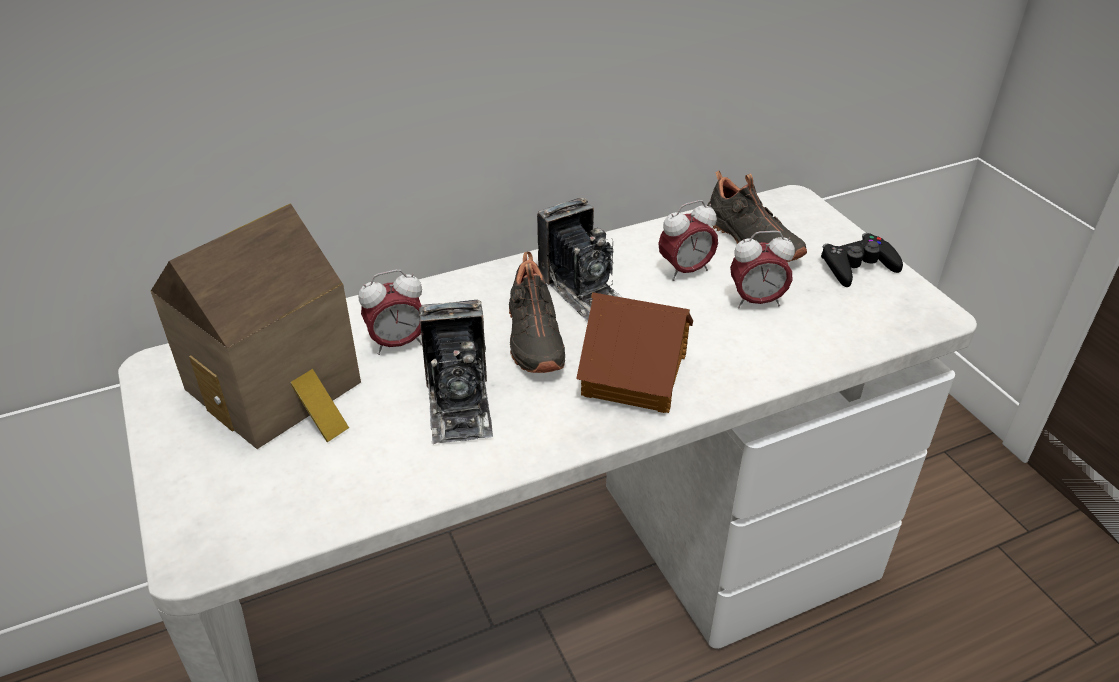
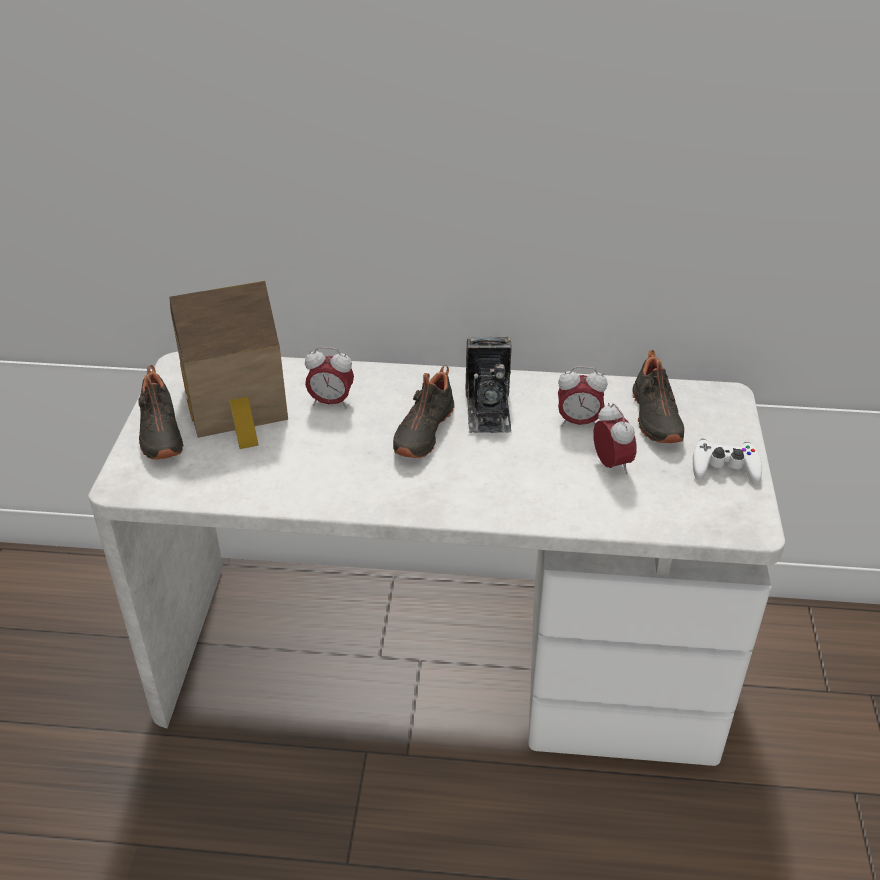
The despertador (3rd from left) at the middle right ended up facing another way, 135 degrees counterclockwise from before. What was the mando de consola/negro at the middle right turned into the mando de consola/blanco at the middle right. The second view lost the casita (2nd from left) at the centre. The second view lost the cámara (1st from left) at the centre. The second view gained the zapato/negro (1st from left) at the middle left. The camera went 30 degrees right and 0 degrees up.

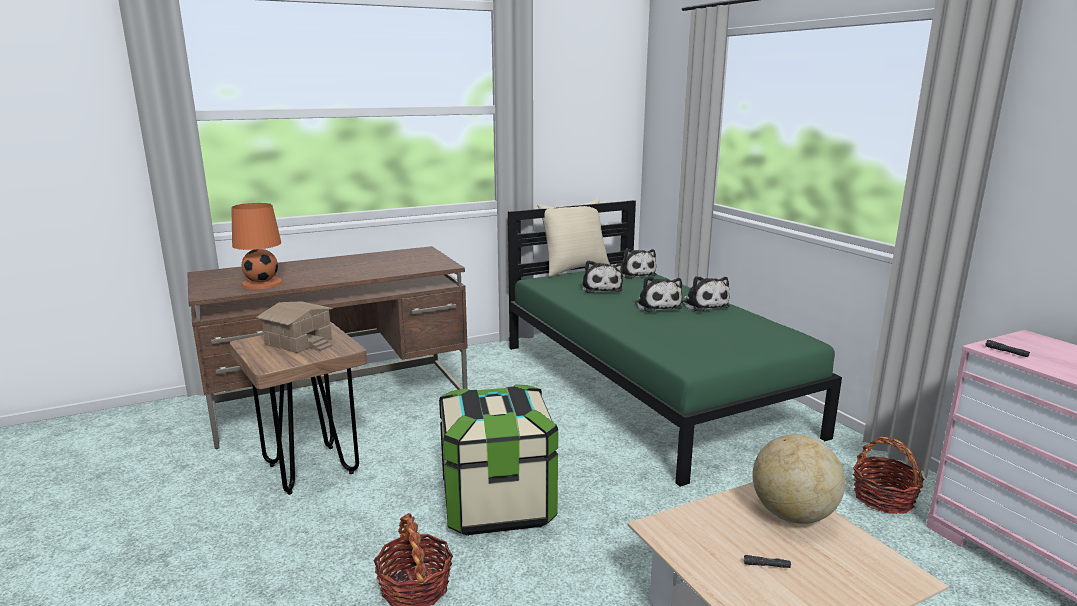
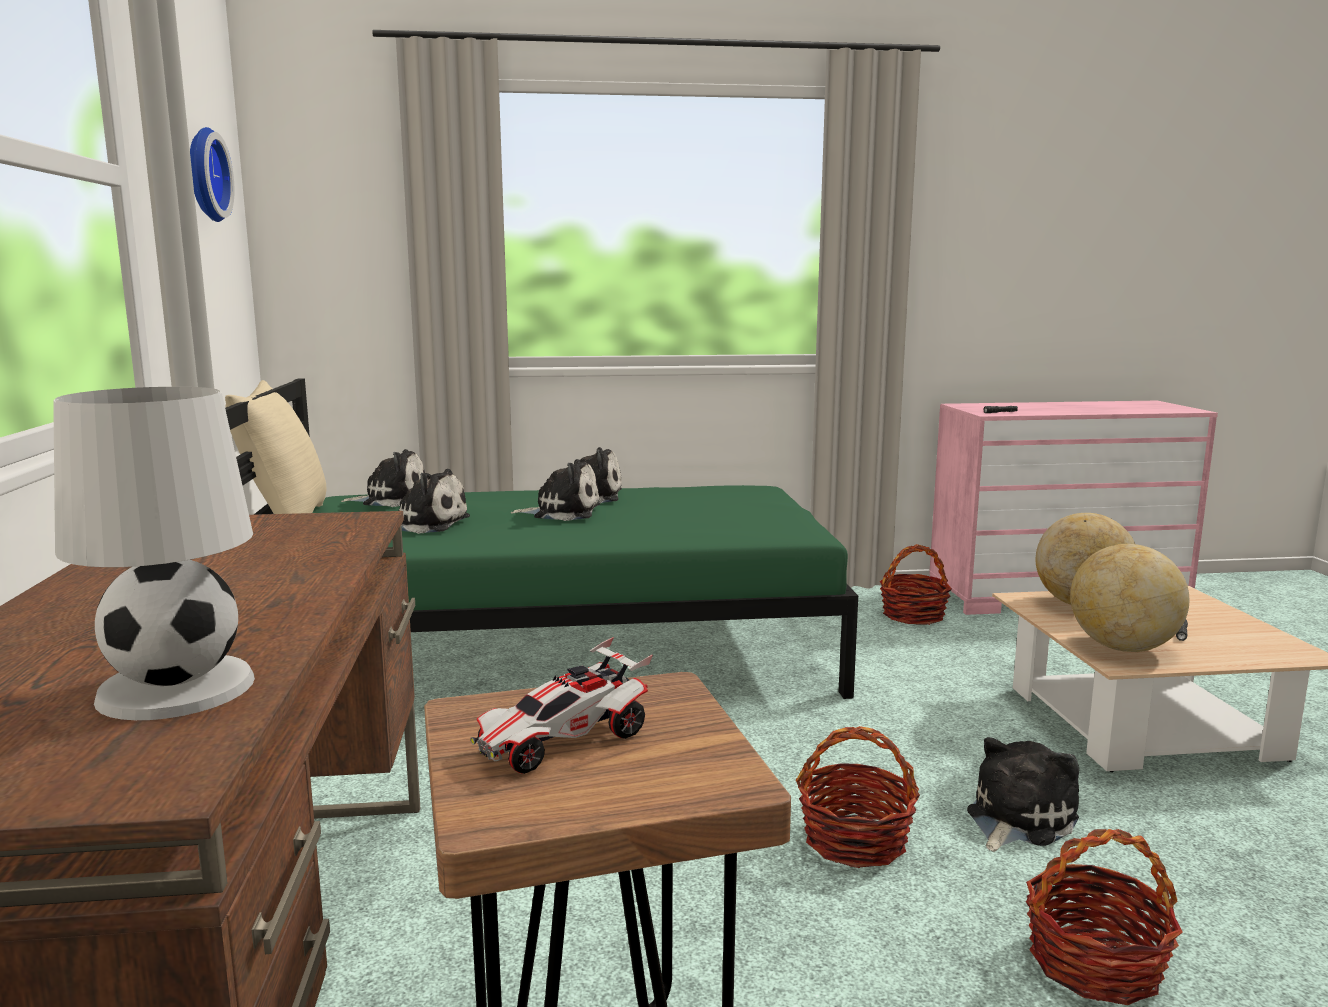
What was the lámpara de mesa/naranja at the middle left turned into the lámpara de mesa/blanco at the middle left. Where the casita stood at the middle left, the coche de juguete came to stand at the bottom centre. Where the caja de almacenaje stood at the bottom centre, the cesta (1st from left) came to stand at the bottom centre. The second view gained the reloj de pared at the top left. The second view gained the globo terráqueo (2nd from left) at the middle right. The second view gained the peluche (5th from left) at the bottom right. The camera went 70 degrees left and 5 degrees down.

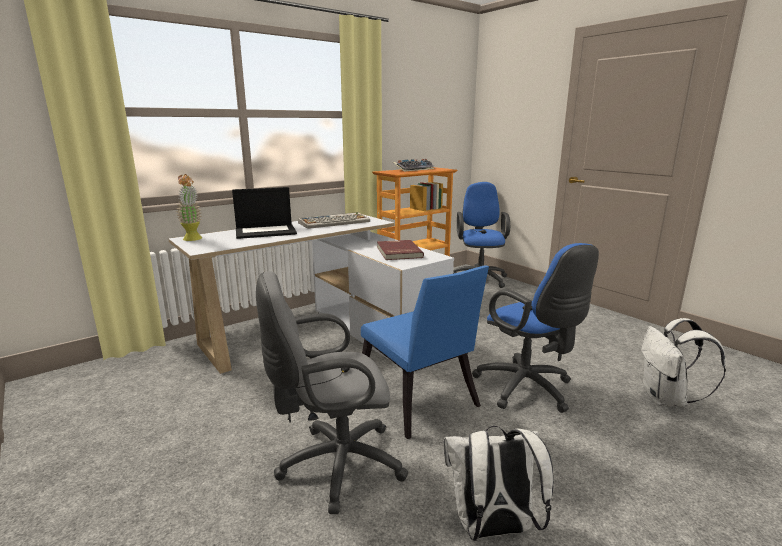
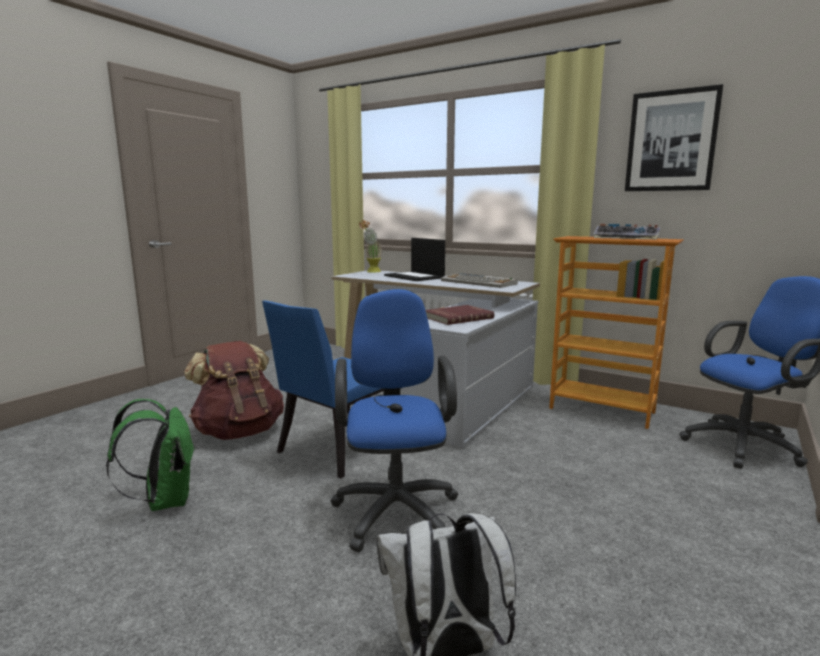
The silla de oficina/azul (2nd from left in the first image) at the middle right ended up facing another way, 135 degrees clockwise from before. Where the silla de oficina/gris stood at the bottom centre, the mochila/marrón came to stand at the middle left. What was the mochila/blanco (1st from left) at the bottom centre turned into the mochila/verde at the bottom left. The second view gained the cuadro at the top right. The camera went 70 degrees right and 5 degrees down.

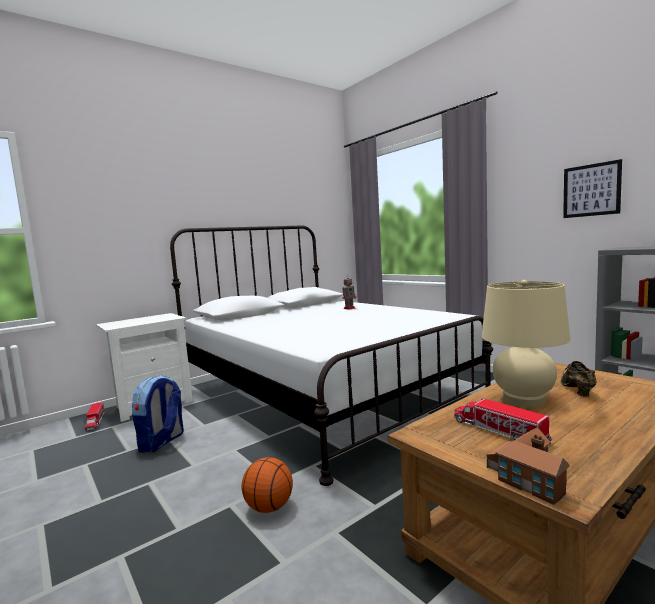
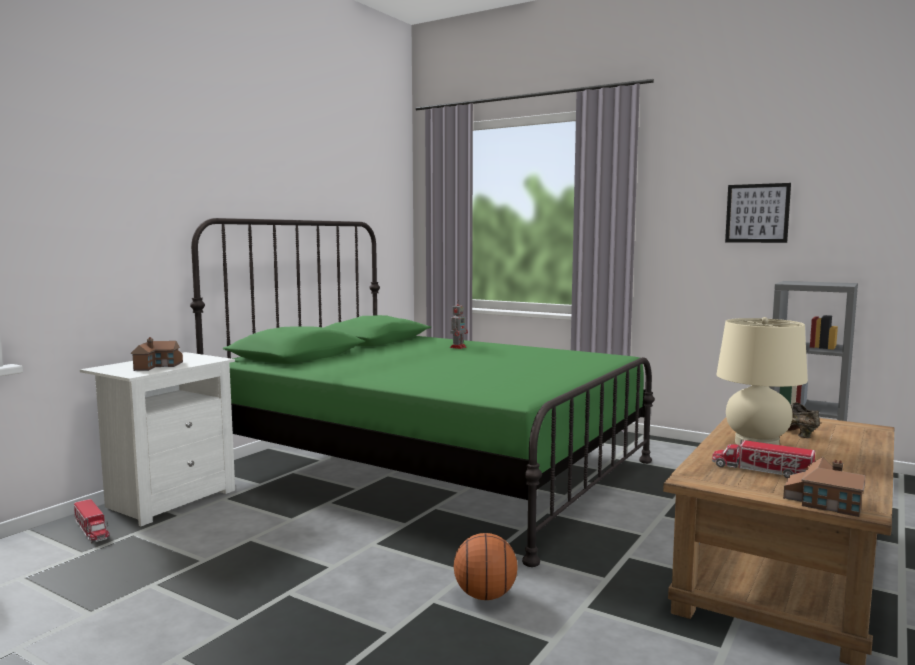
What was the cama/blanco at the centre turned into the cama/verde at the centre. The second view lost the mochila at the bottom left. The second view gained the casita (1st from left) at the middle left. The camera went 20 degrees left and 0 degrees up.

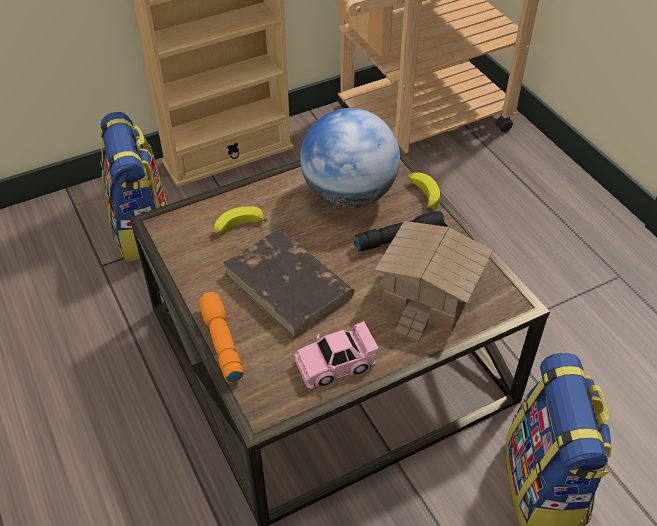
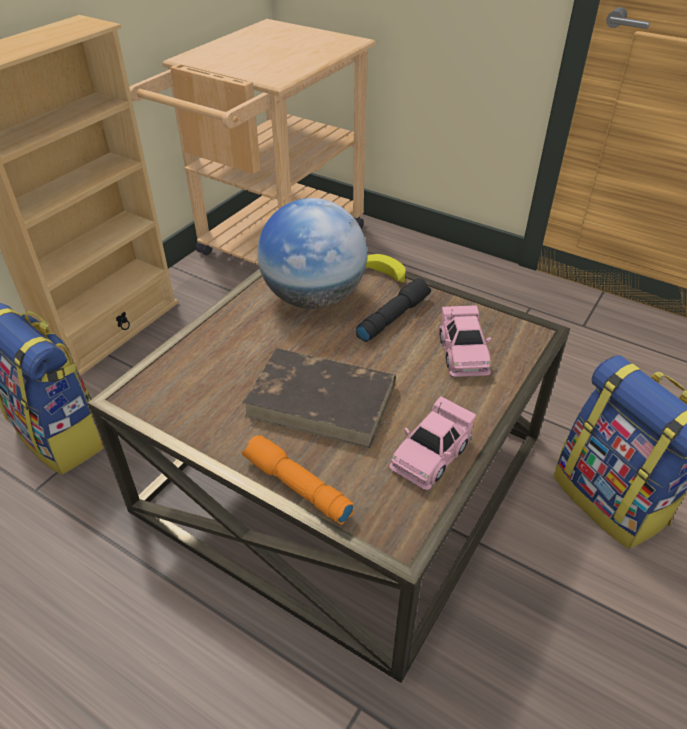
The second view lost the plátano (1st from left) at the centre. Where the casita stood at the centre, the coche de juguete/rosa (2nd from left) came to stand at the middle right. The camera went 30 degrees left and 5 degrees down.

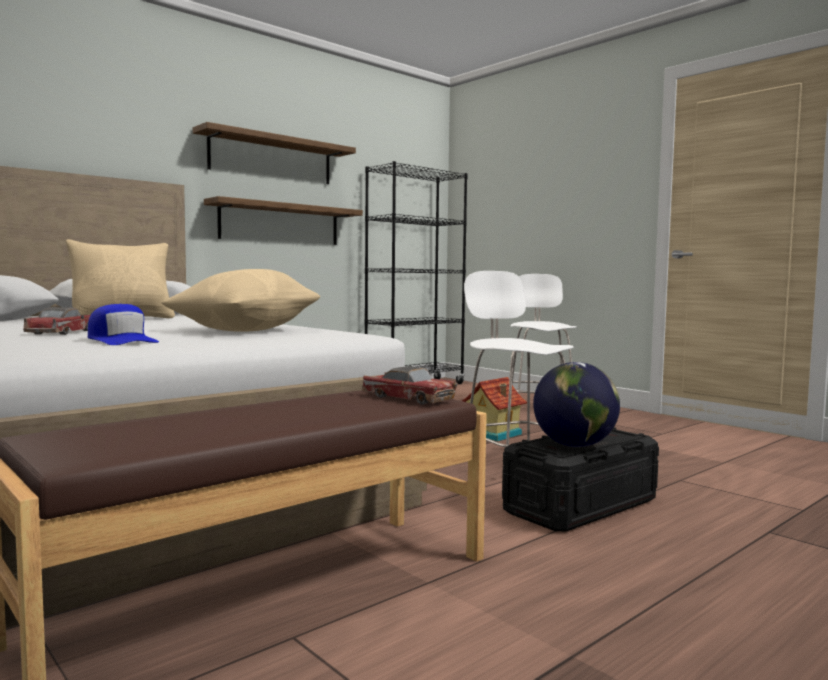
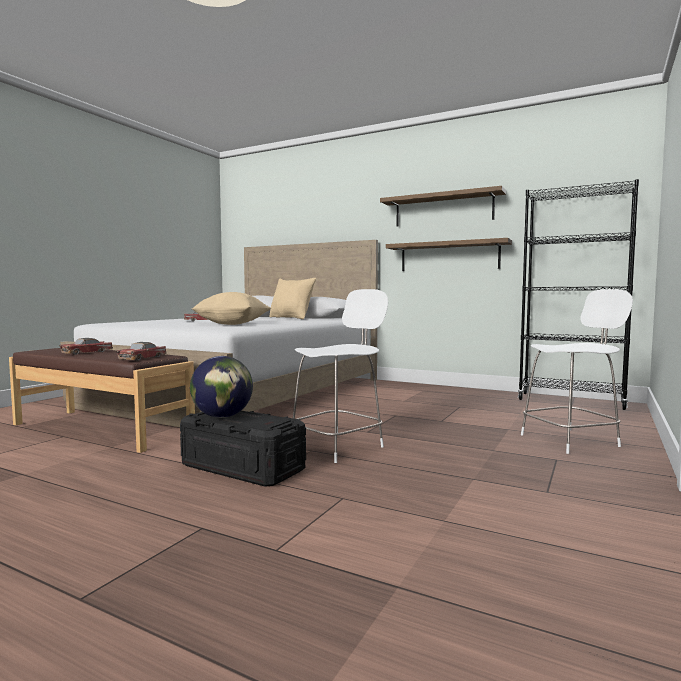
The second view lost the gorra/azul at the middle left. The second view lost the casita at the centre. The second view gained the coche de juguete (1st from left) at the middle left. The camera went 70 degrees right and 0 degrees up.

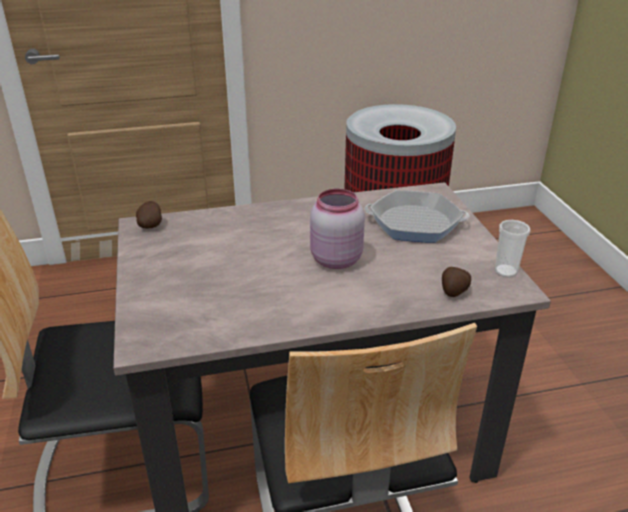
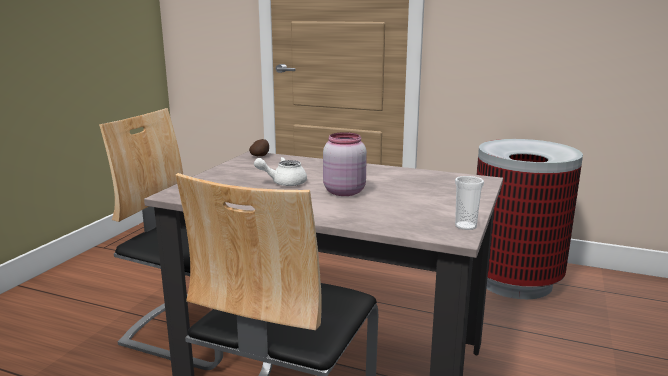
The second view lost the sartén at the centre. The second view lost the patata (2nd from left) at the middle right. The second view gained the tetera/blanco at the centre. The camera went 35 degrees right and 15 degrees down.

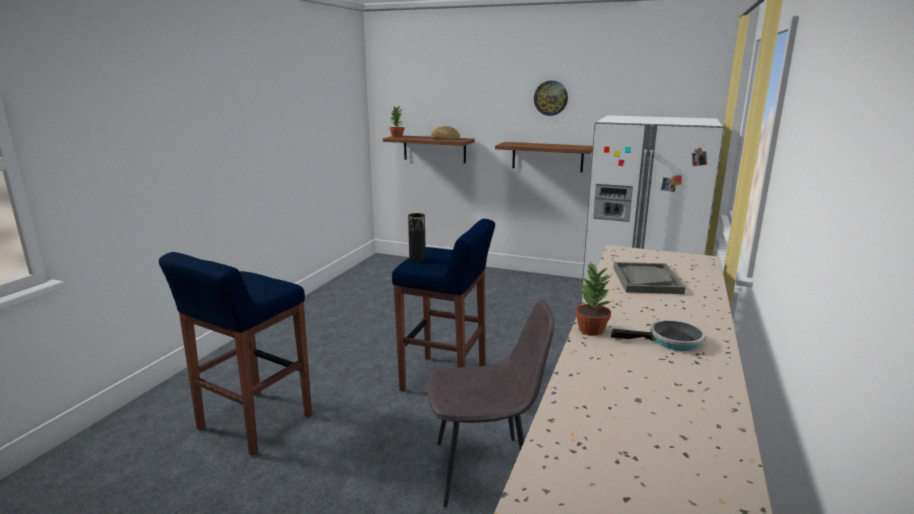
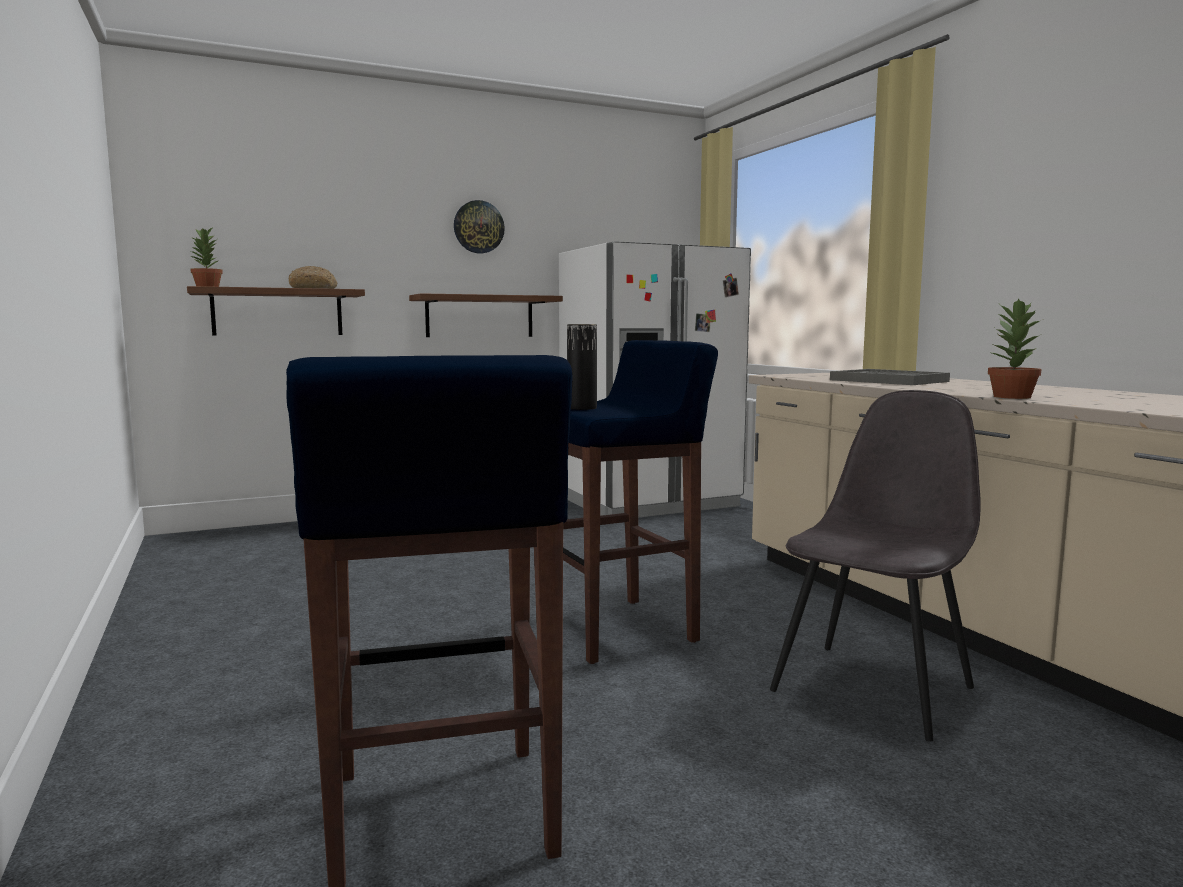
The second view lost the sartén at the middle right. The camera went 45 degrees left and 10 degrees down.

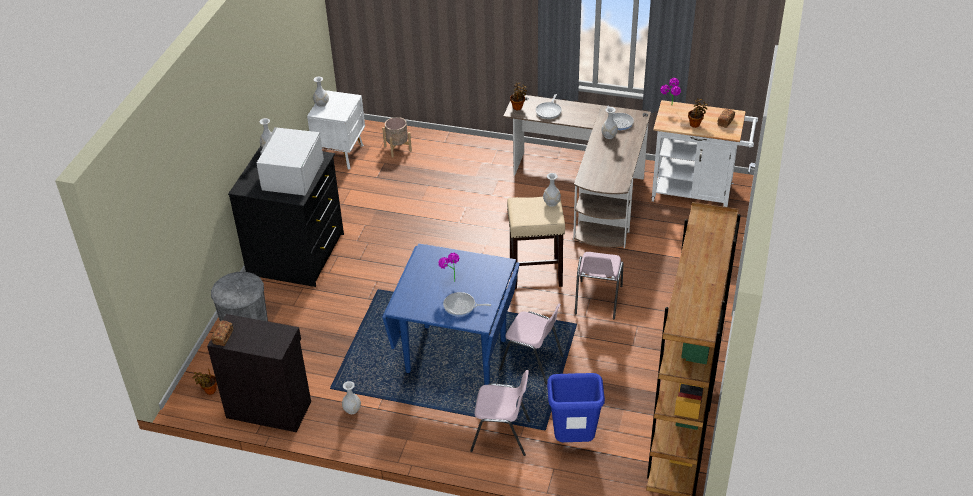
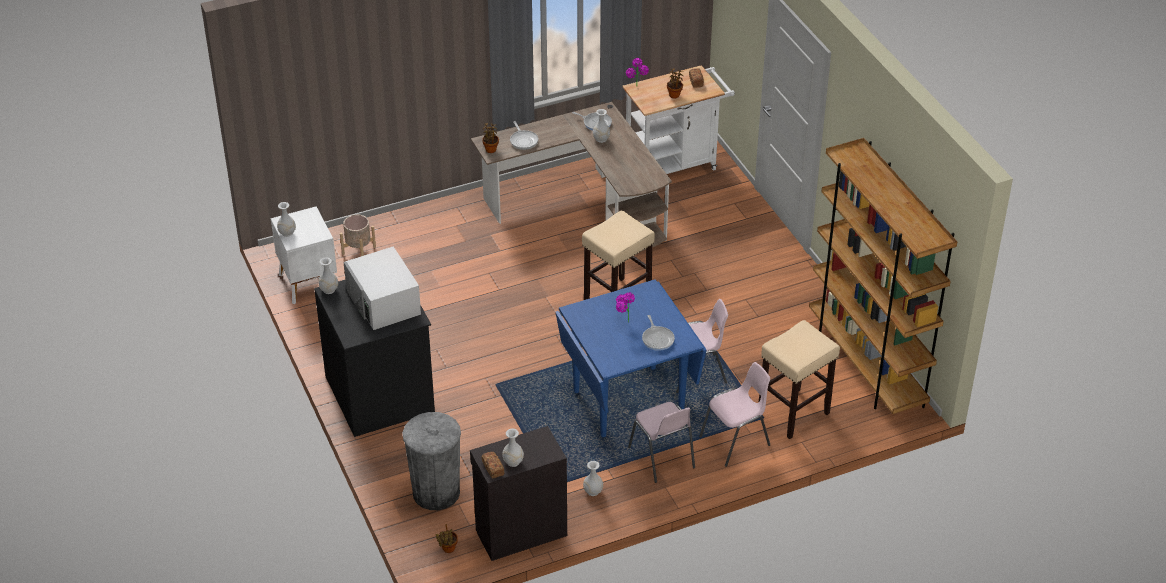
The florero/blanco (4th from left in the first image) ended up elsewhere, having gone from the centre to the bottom centre. The silla/rosa (3rd from left in the first image) ended up elsewhere, having gone from the centre to the bottom centre. The sartén (1st from left in the first image) at the centre ended up facing another way, 75 degrees counterclockwise from before. Where the papelera/azul stood at the bottom centre, the taburete/beis (2nd from left) came to stand at the middle right. The camera went 40 degrees left and 0 degrees up.

